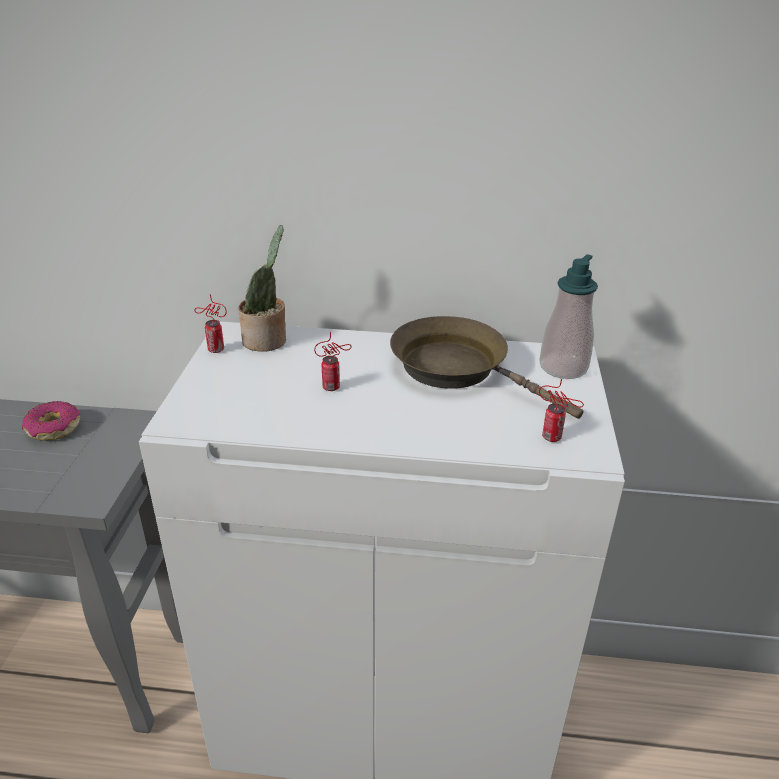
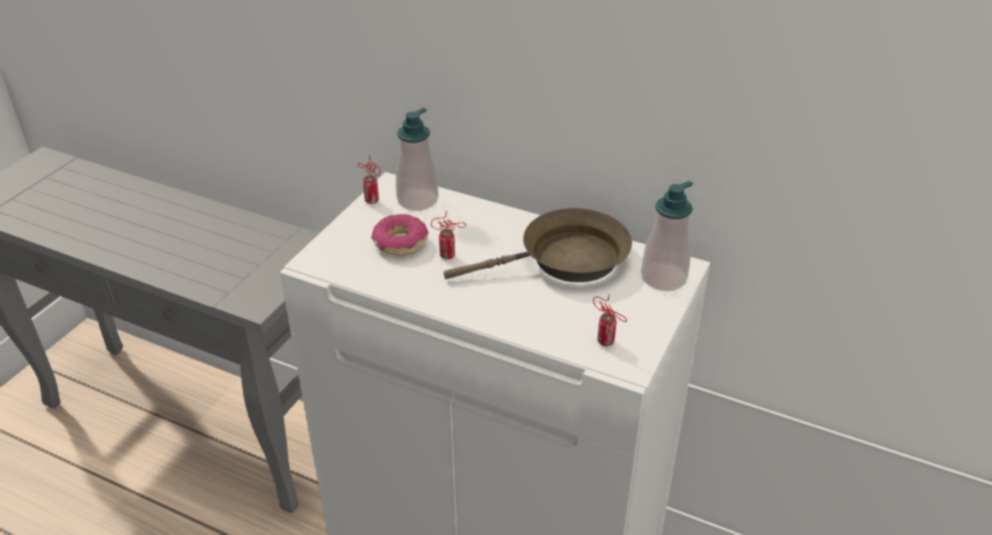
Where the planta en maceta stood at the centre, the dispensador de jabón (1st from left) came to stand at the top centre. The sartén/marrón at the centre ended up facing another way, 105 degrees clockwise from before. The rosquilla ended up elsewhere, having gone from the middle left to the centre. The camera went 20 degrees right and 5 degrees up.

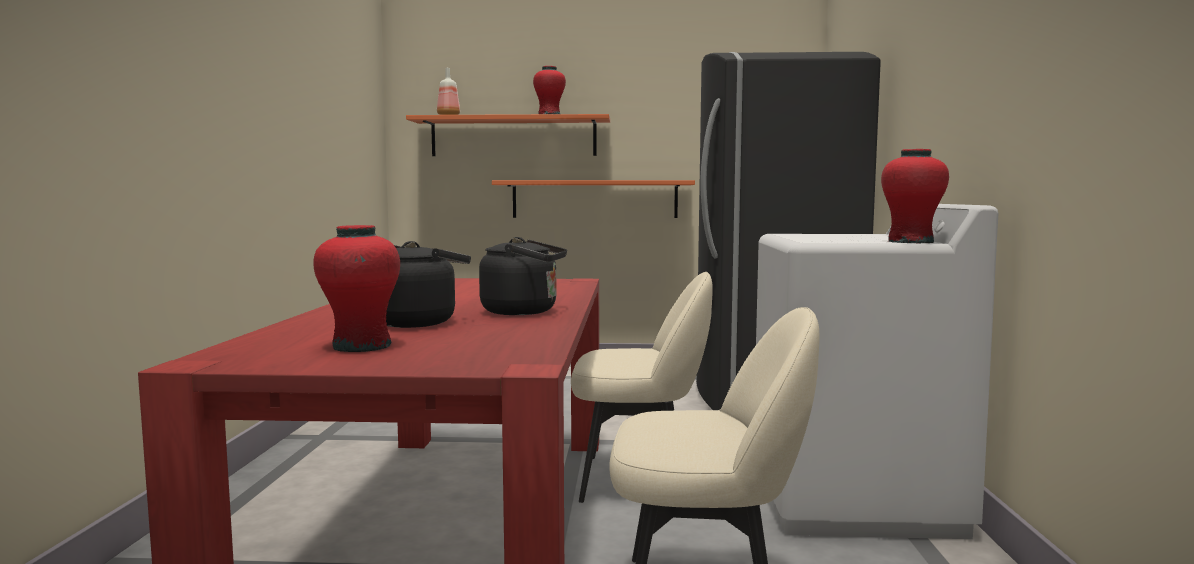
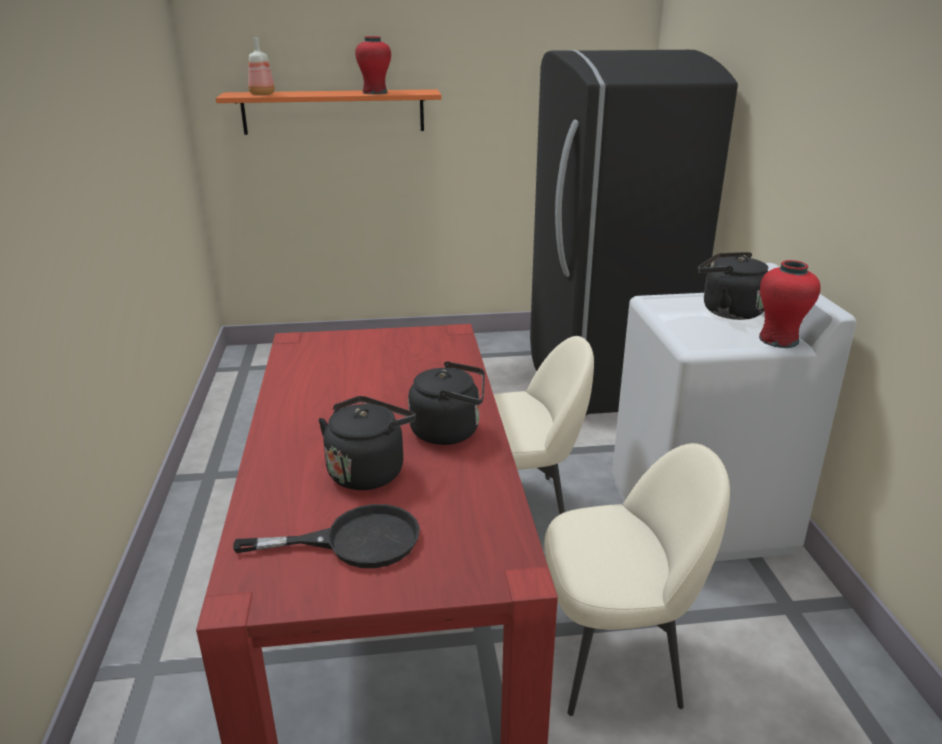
The second view lost the estante/naranja (2nd from left) at the centre. Where the florero/rojo (1st from left) stood at the middle left, the sartén/negro came to stand at the bottom centre. The second view gained the hervidor/negro (3rd from left) at the middle right. The camera went 10 degrees left and 20 degrees up.

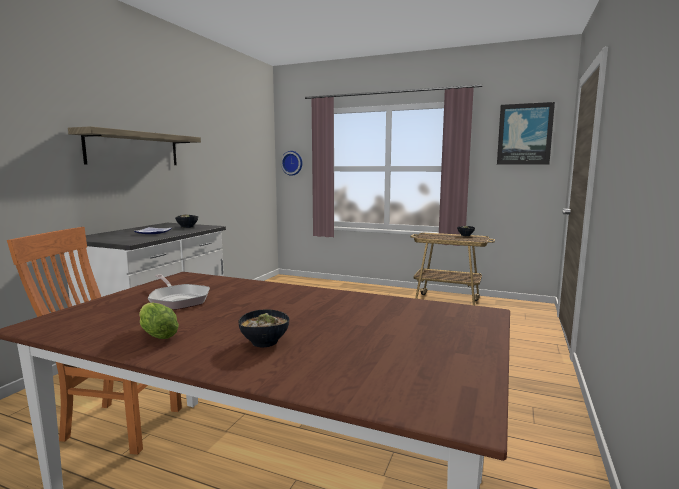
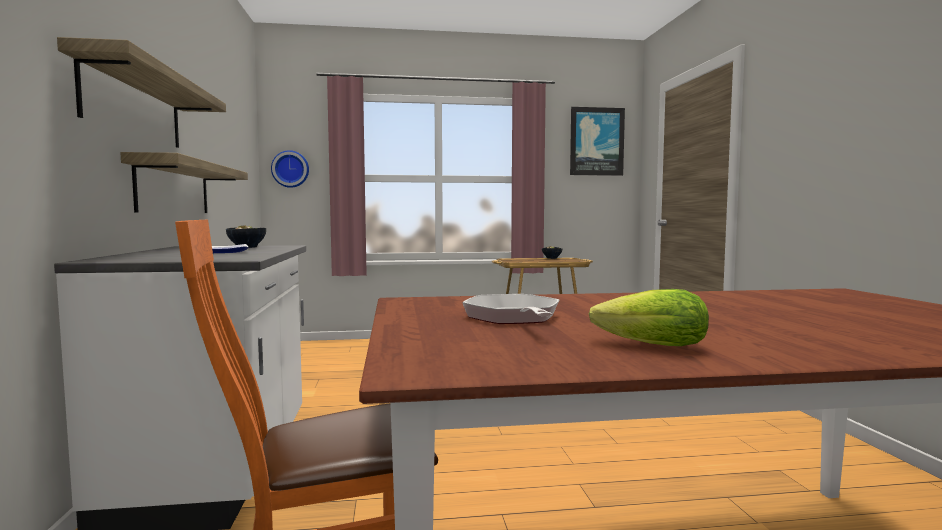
The sartén at the middle left ended up facing another way, 120 degrees counterclockwise from before. The second view lost the cuenco (2nd from left) at the bottom centre. The second view gained the estante (2nd from left) at the middle left. The camera went 30 degrees left and 5 degrees down.

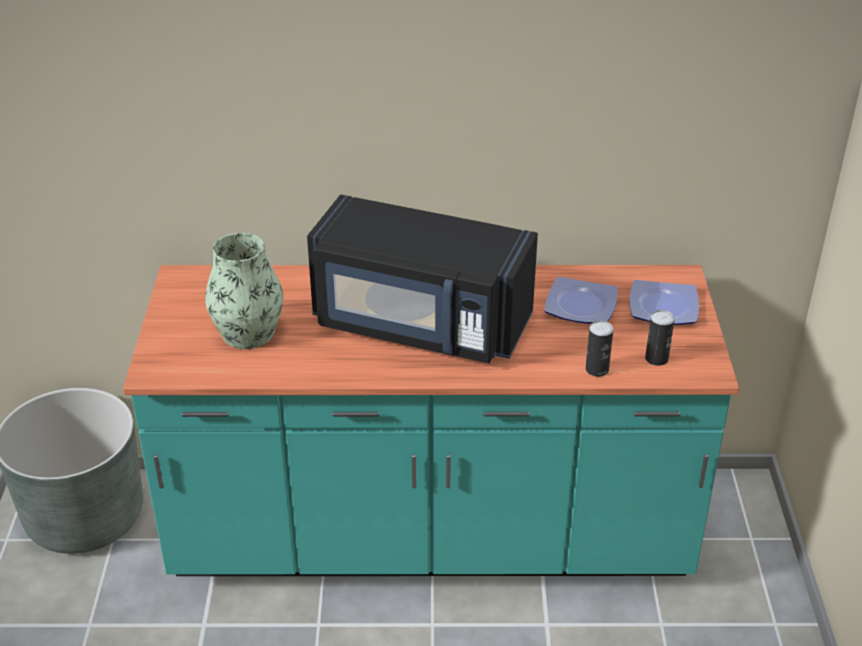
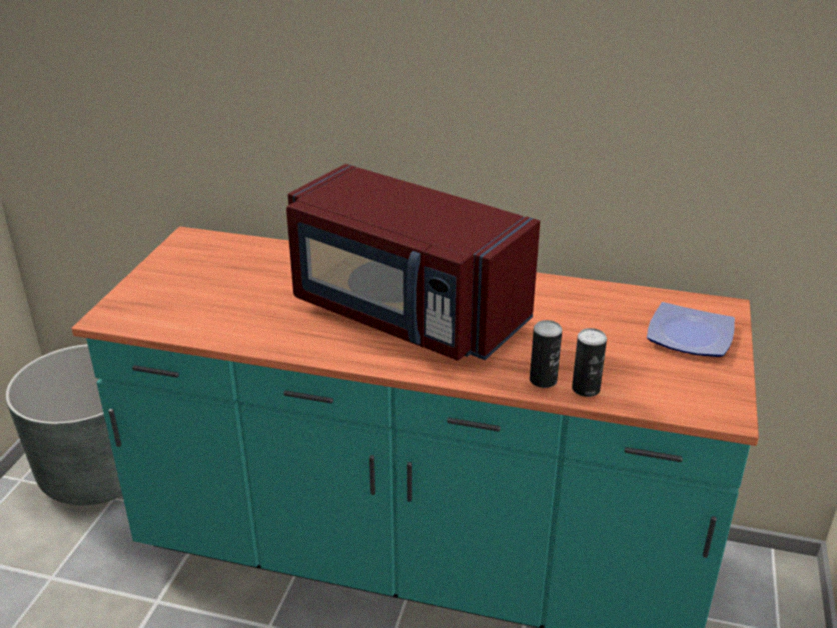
What was the microondas/negro at the centre turned into the microondas/rojo at the centre. The second view lost the florero at the middle left. The second view lost the plato (1st from left) at the middle right. The lata (2nd from left in the first image) ended up elsewhere, having gone from the middle right to the centre. The camera went 15 degrees right and 5 degrees down.

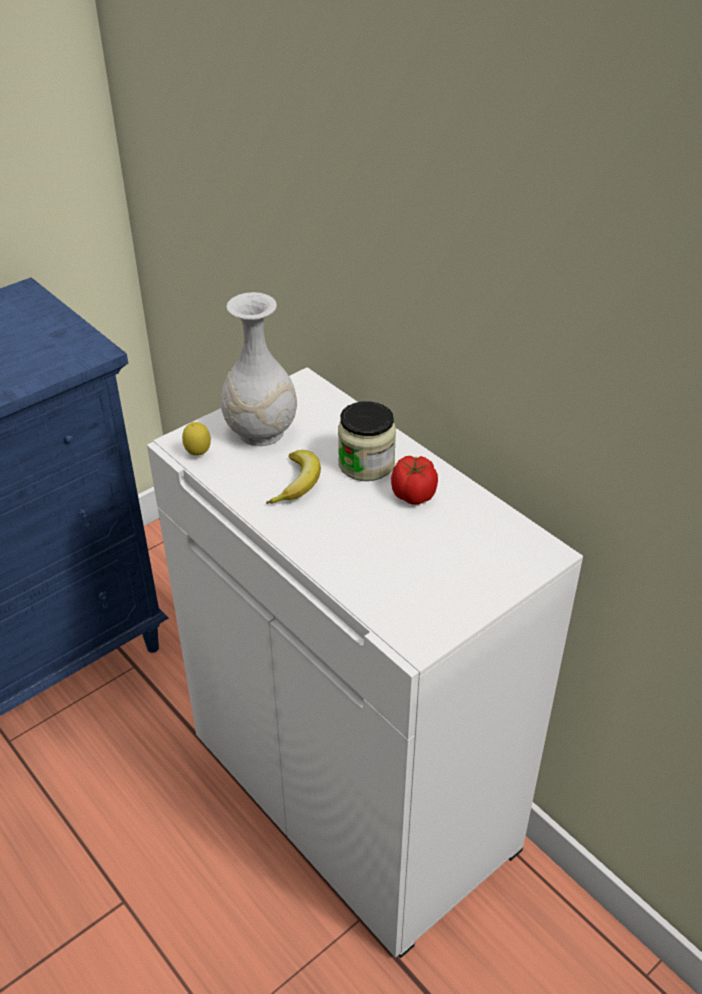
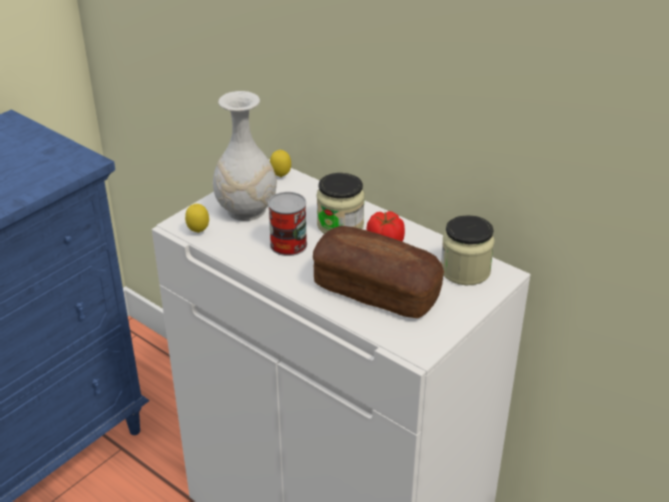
Where the plátano stood at the centre, the lata came to stand at the centre. The second view gained the limón (2nd from left) at the top centre. The second view gained the tarro (2nd from left) at the middle right. The second view gained the pan at the centre. The camera went 10 degrees left and 5 degrees down.

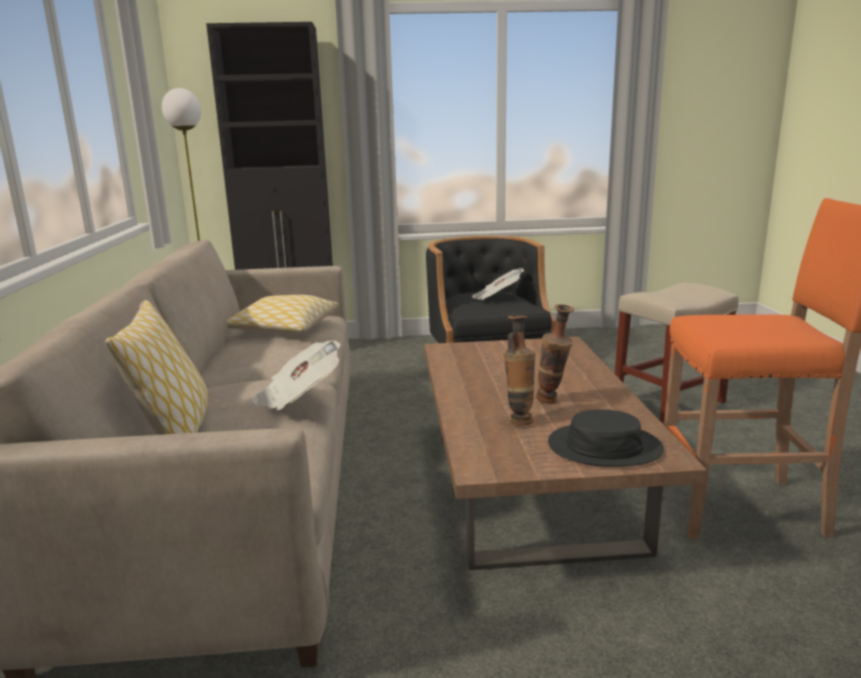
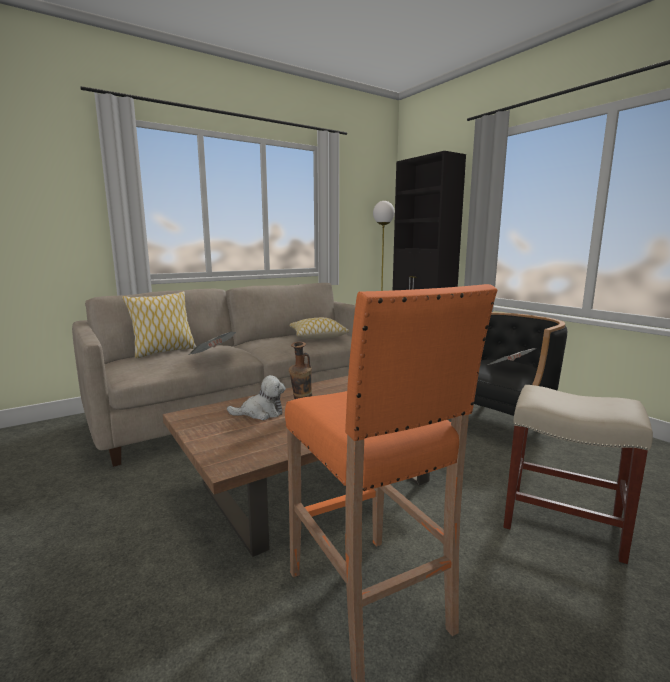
Where the florero (1st from left) stood at the centre, the peluche came to stand at the centre. The second view lost the sombrero/negro at the middle right. The camera went 60 degrees right and 5 degrees down.

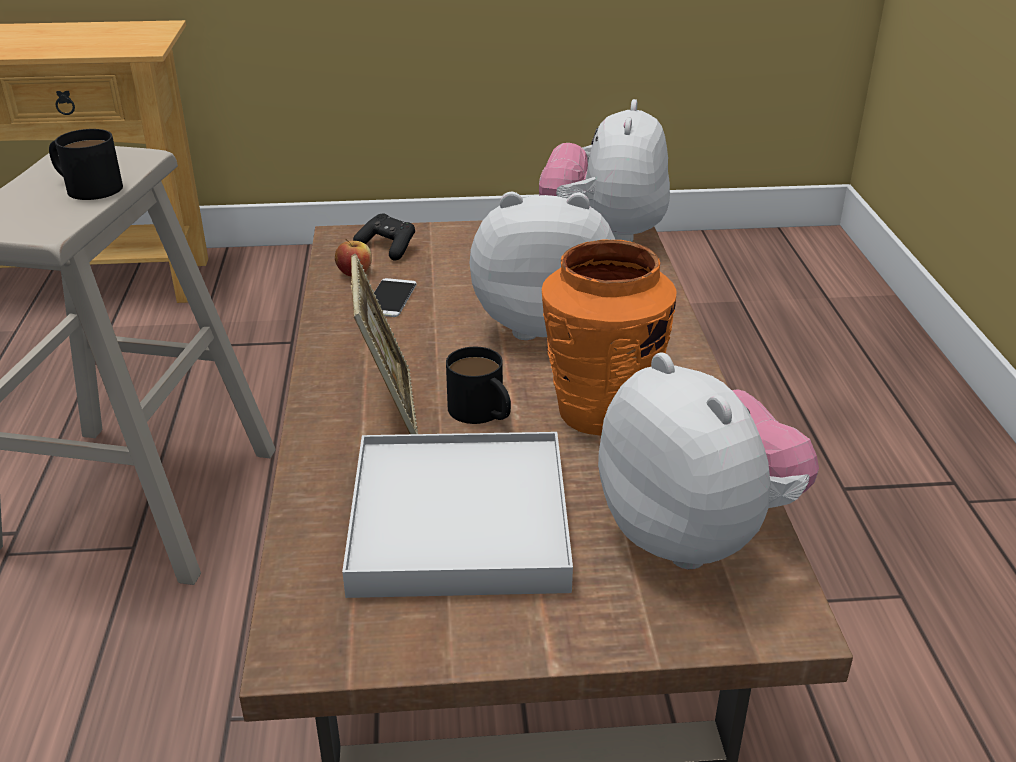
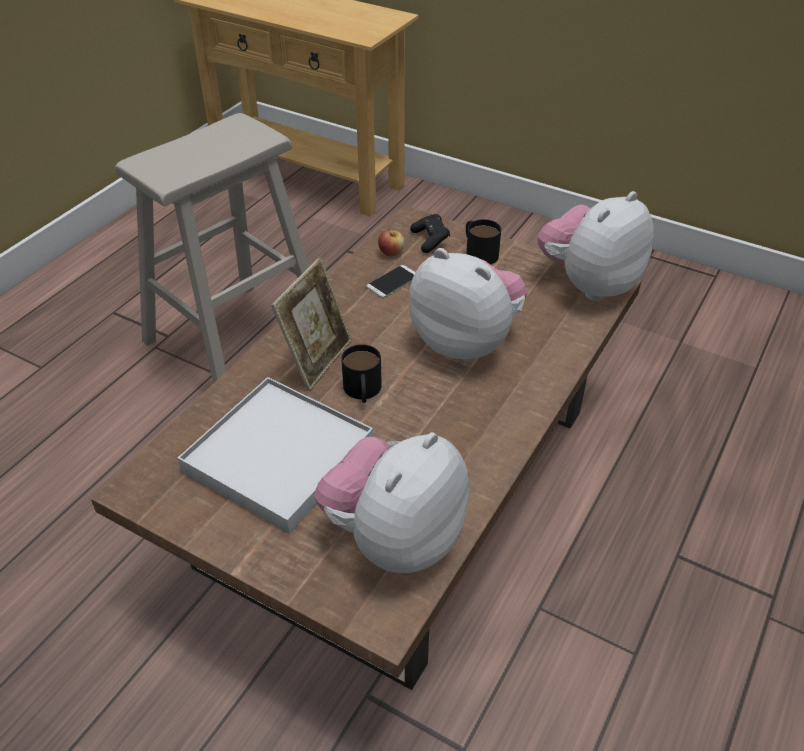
The taza grande/negro (1st from left in the first image) ended up elsewhere, having gone from the top left to the top centre. The second view lost the florero/naranja at the centre. The peluche (3rd from left in the first image) at the middle right ended up facing another way, 150 degrees counterclockwise from before. The camera went 35 degrees right and 10 degrees up.

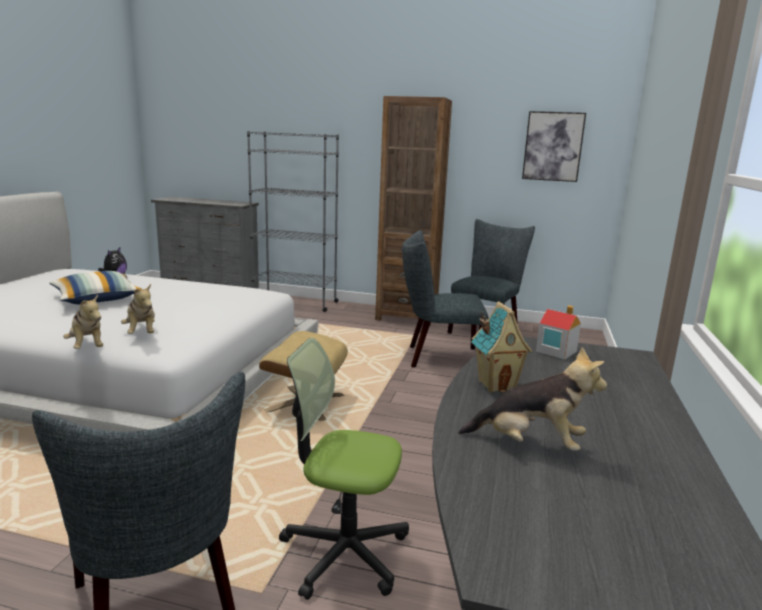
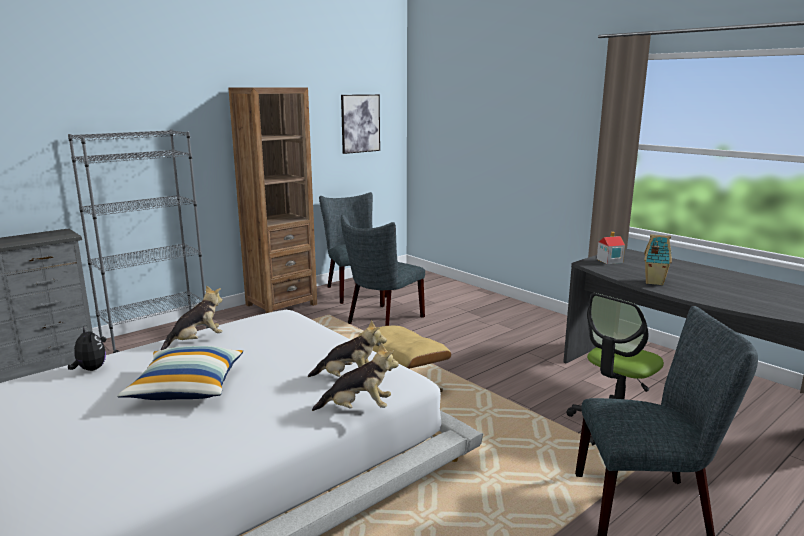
The peluche (4th from left in the first image) ended up elsewhere, having gone from the middle right to the middle left. The camera went 55 degrees left and 0 degrees up.

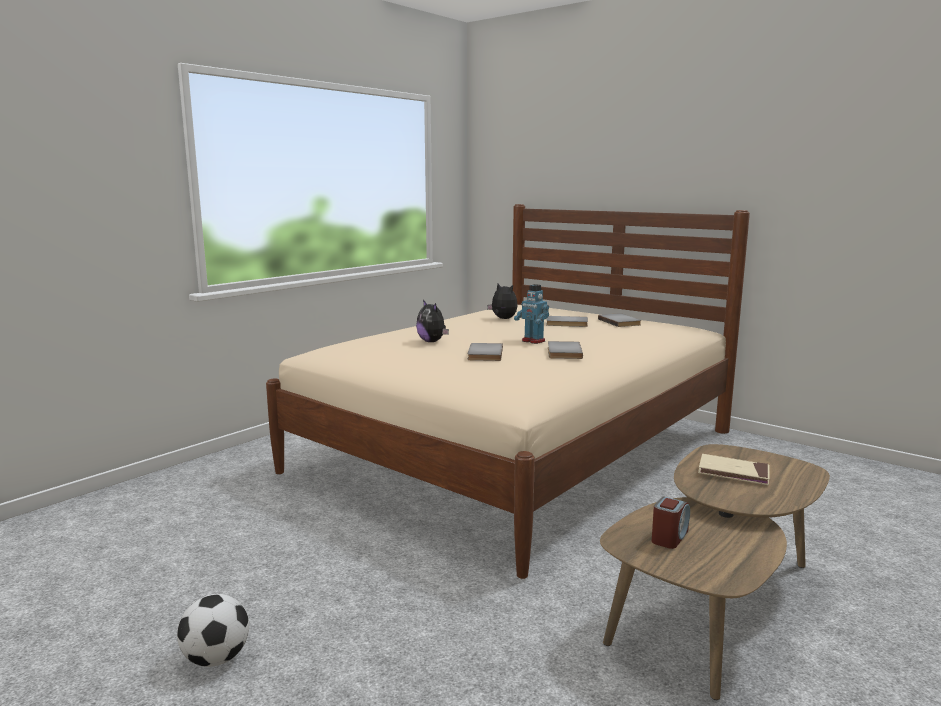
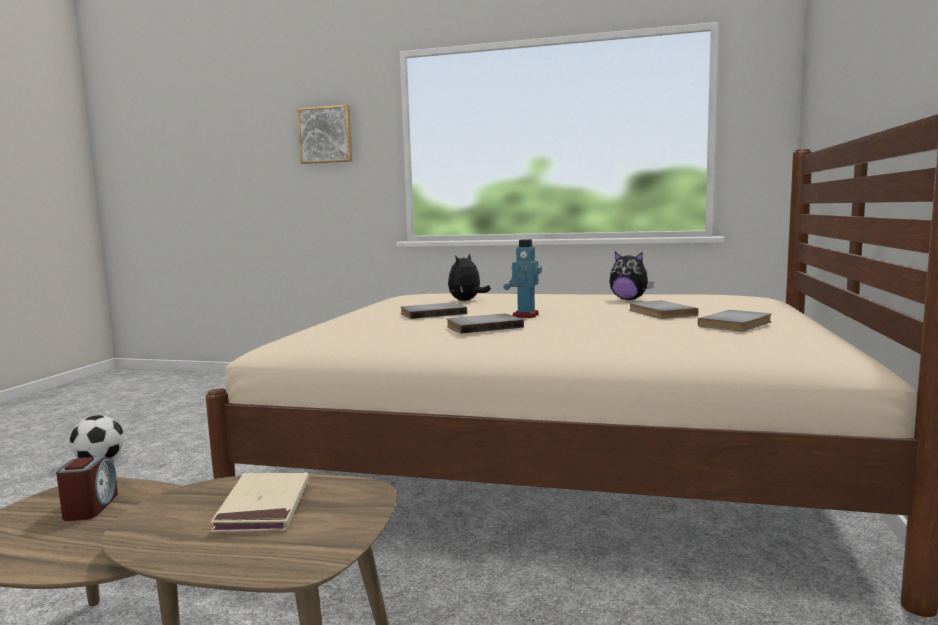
The peluche (2nd from left) at the centre ended up facing another way, 105 degrees clockwise from before. The despertador at the bottom right ended up facing another way, 105 degrees counterclockwise from before. The second view gained the cuadro at the top centre. The camera went 65 degrees right and 5 degrees down.

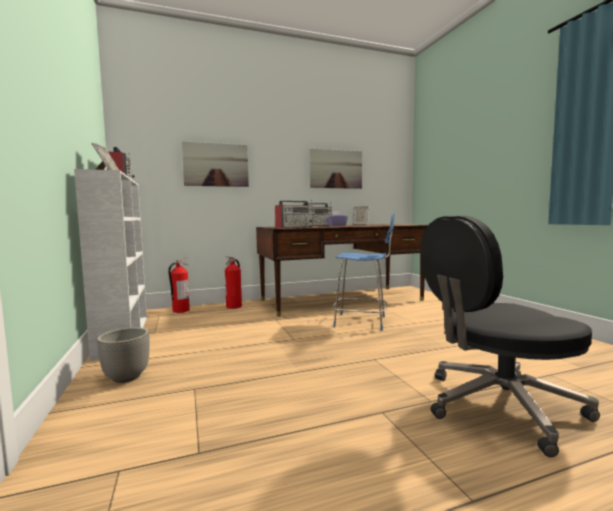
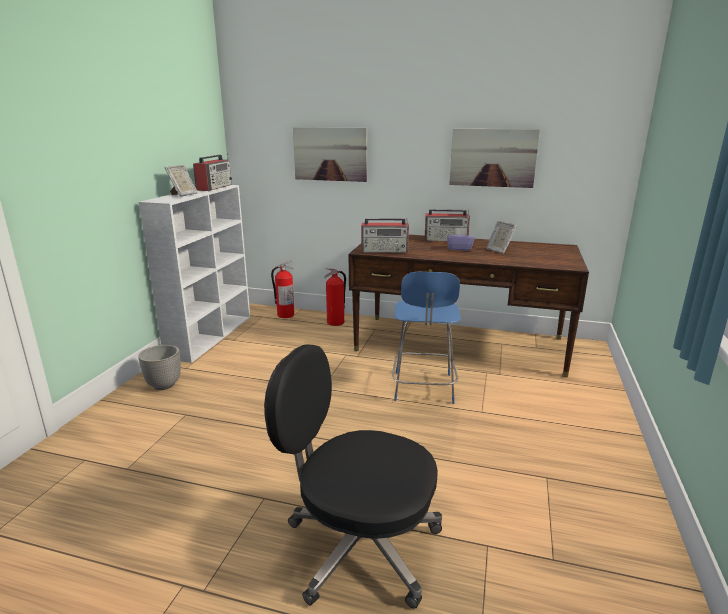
The silla/azul at the centre ended up facing another way, 45 degrees clockwise from before. The camera went 35 degrees right and 15 degrees up.

